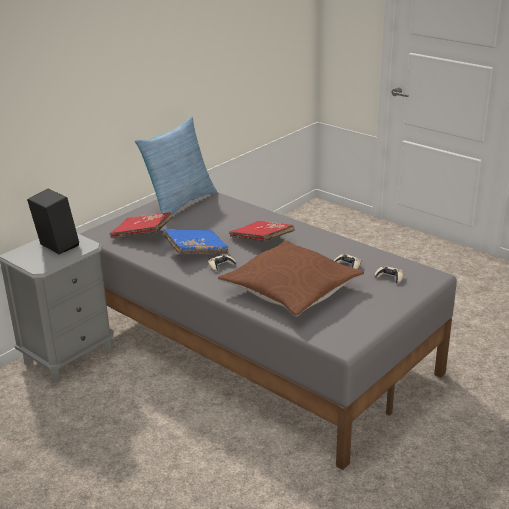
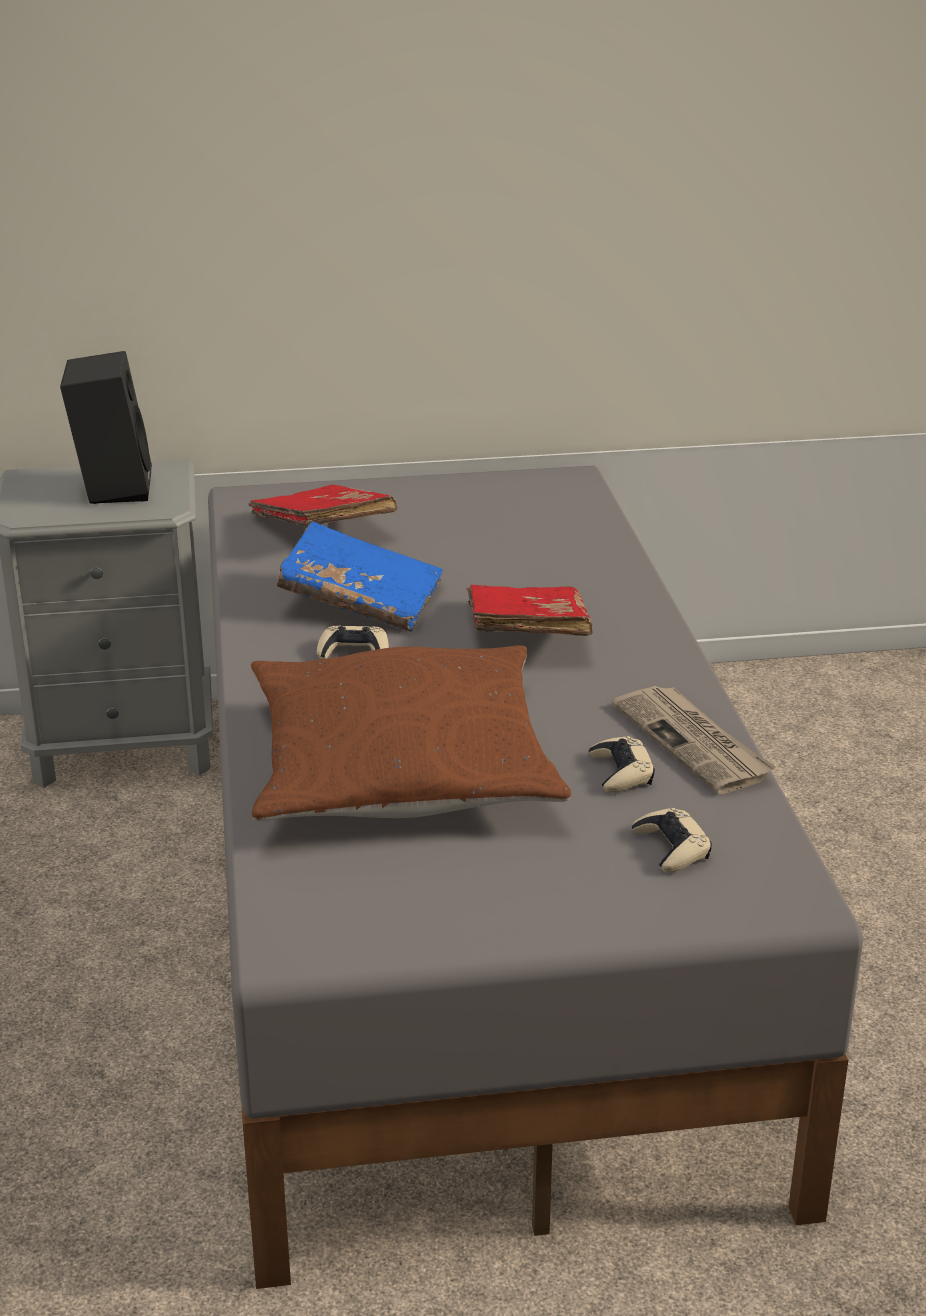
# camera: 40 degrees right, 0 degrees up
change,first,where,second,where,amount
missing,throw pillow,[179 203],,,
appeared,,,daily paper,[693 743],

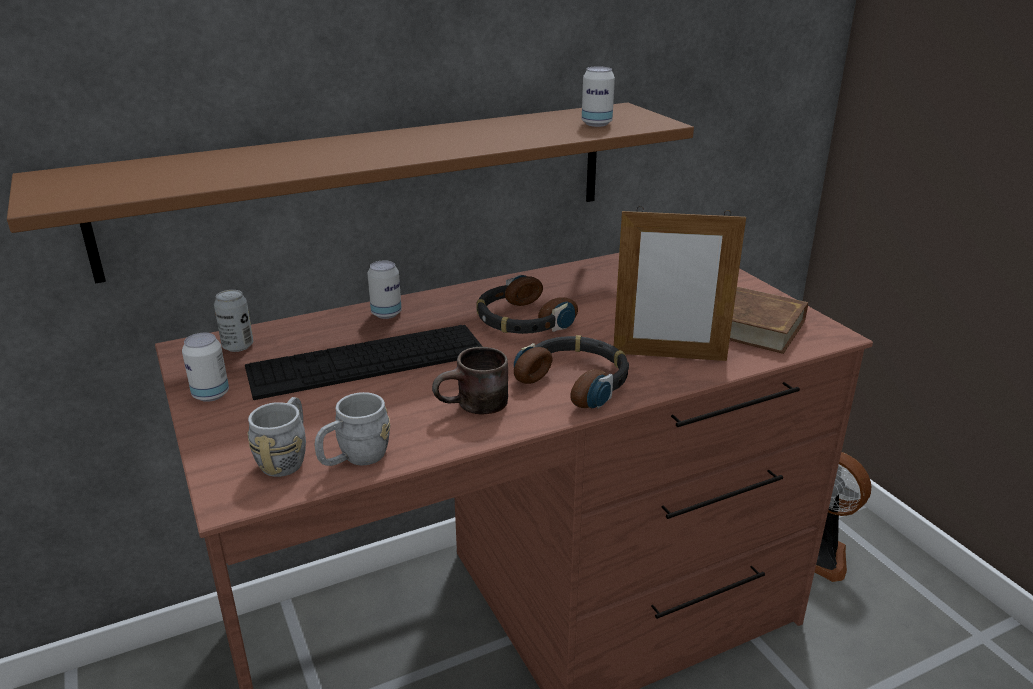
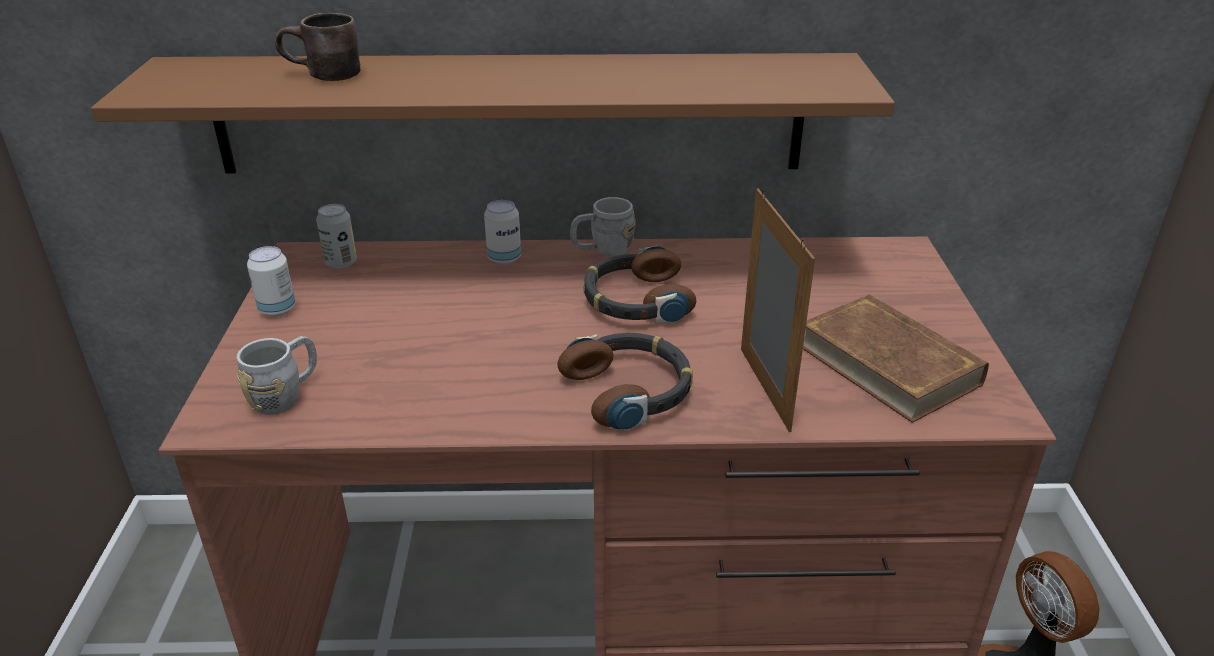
# camera: 25 degrees right, 5 degrees up
change,first,where,second,where,amount
missing,keyboard,[367 361],,,
relocated,mug (grey),[354 459],,[603 250],
relocated,mug (brownish),[475 409],,[323 76],
missing,can,[596 124],,,
spun,photo frame,[669 356],,[764 388],135 degrees counterclockwise

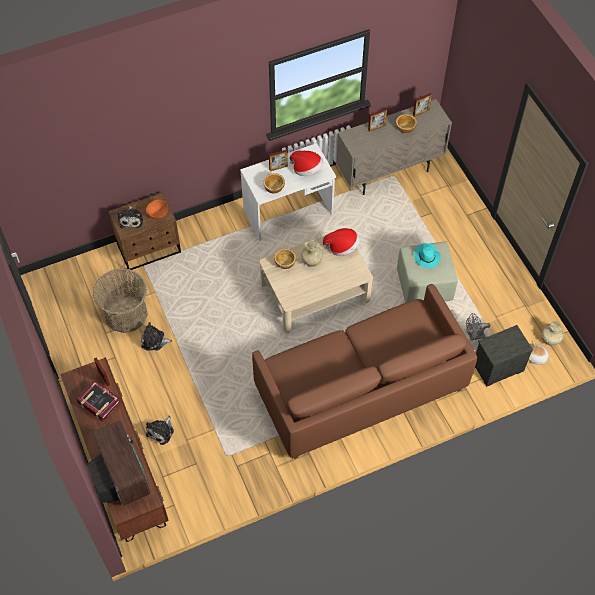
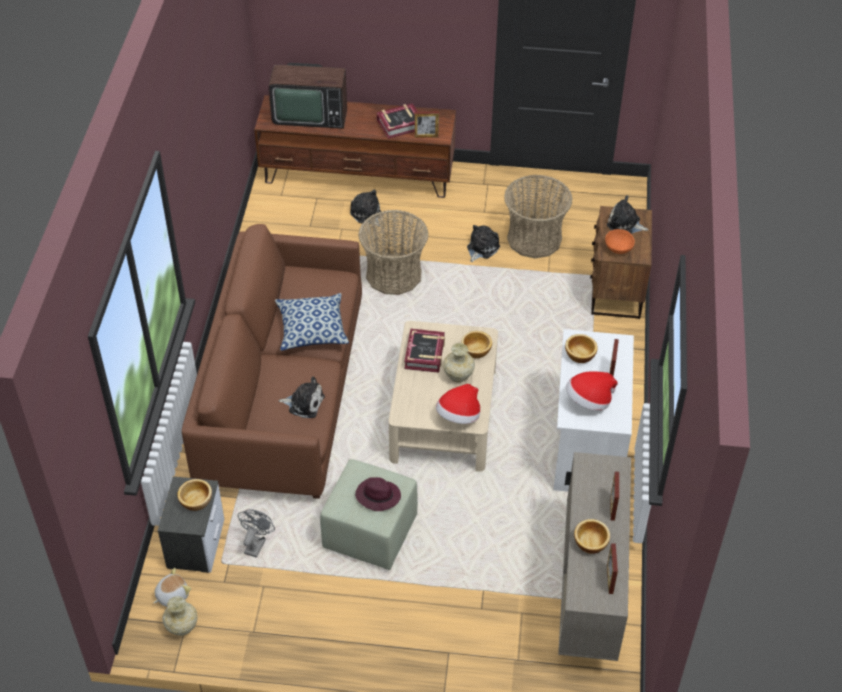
# camera: 120 degrees right, 10 degrees down
change,first,where,second,where,amount
colour,wearable hat (blue-green),[427 257],wearable hat (purple),[377 496],
appeared,,,deep dish,[196 500],
appeared,,,throw pillow,[311 329],
appeared,,,plush toy,[304 403],
appeared,,,household basket,[394 275],
appeared,,,bound book,[425 354],

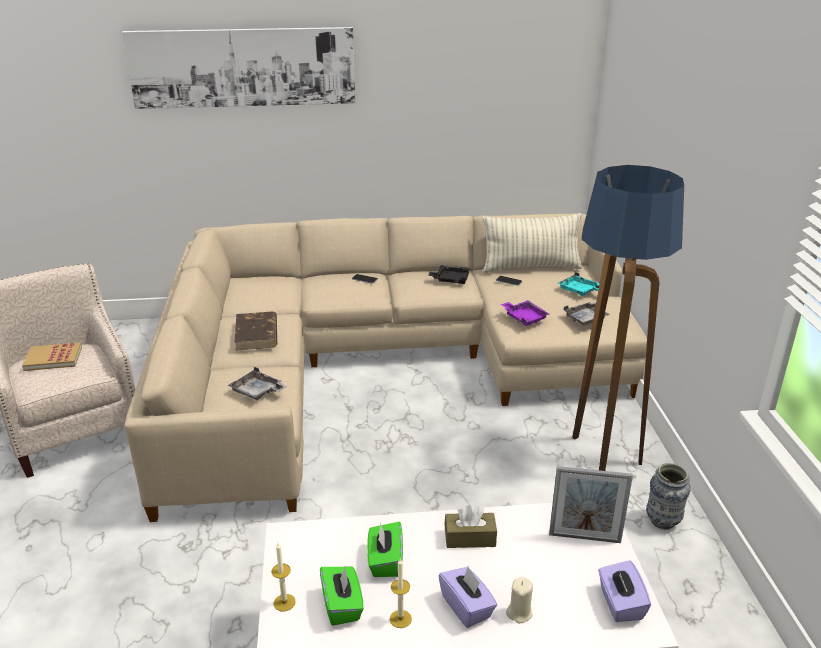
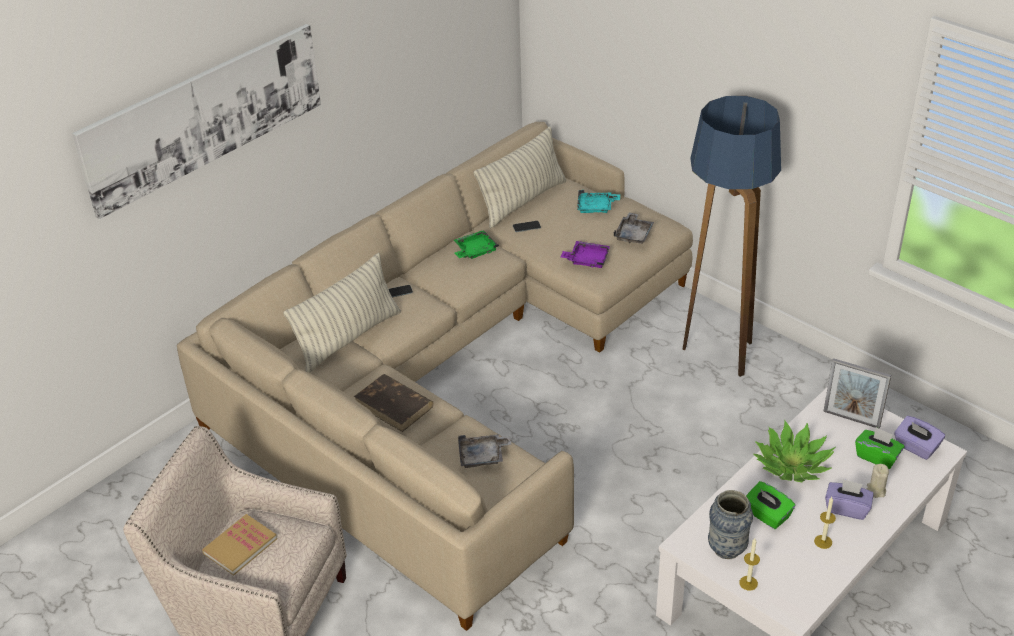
# camera: 40 degrees left, 10 degrees up
change,first,where,second,where,amount
relocated,box of tissues (green-coloured),[342 606],,[877 457],
colour,tray (black-coloured),[451 279],tray (green-coloured),[475 251],
exchanged,box of tissues (brownish),[470 538],potted plant,[792 465],
spun,photo frame,[584 538],,[851 419],60 degrees clockwise
relocated,vase,[662 521],,[727 549],
appeared,,,throw pillow,[348 338],

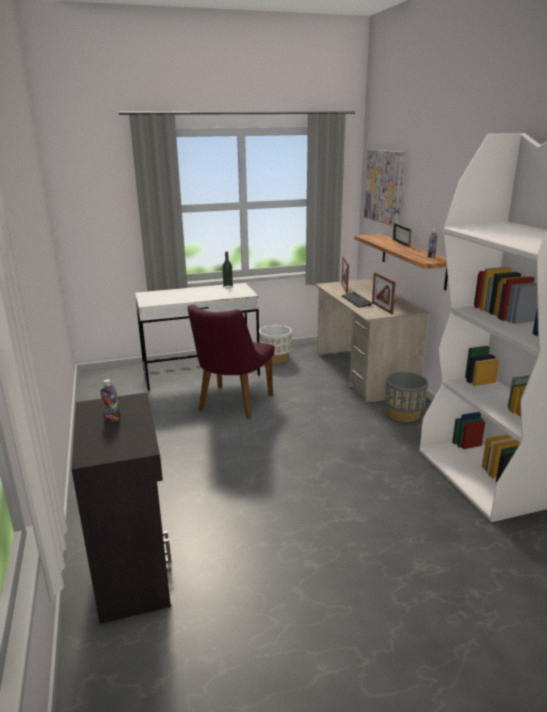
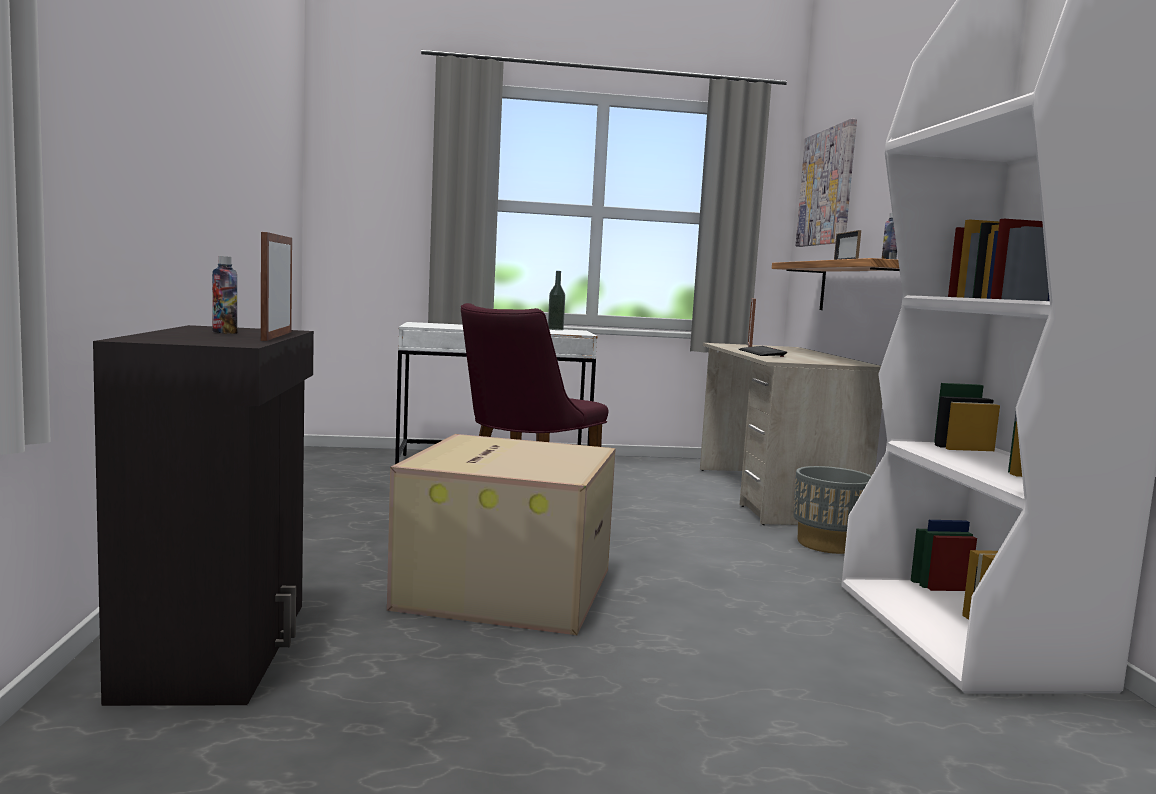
# camera: 10 degrees right, 15 degrees down
change,first,where,second,where,amount
missing,plant pot (whitish),[275 359],,,
relocated,photo frame,[382 308],,[277 336],
appeared,,,cardboard box,[504 587],

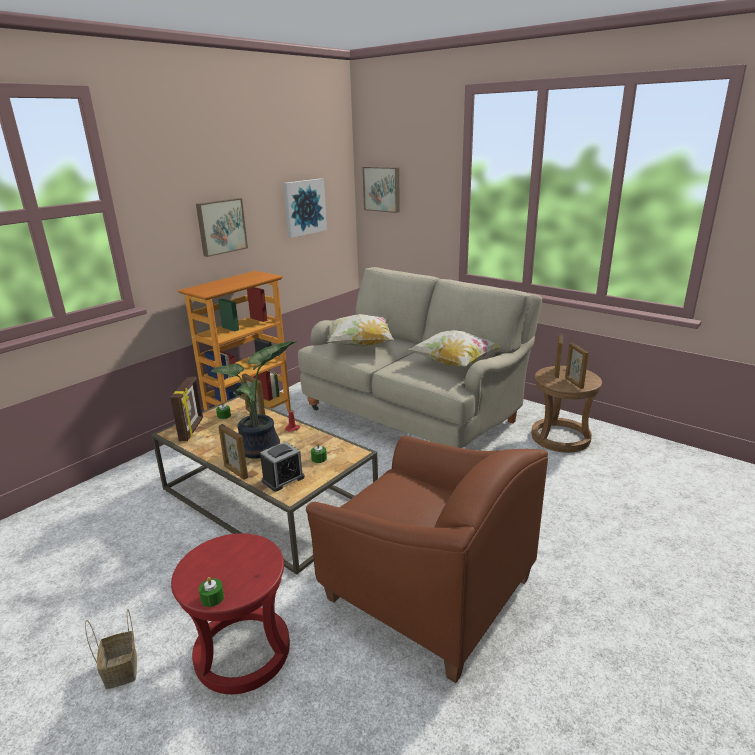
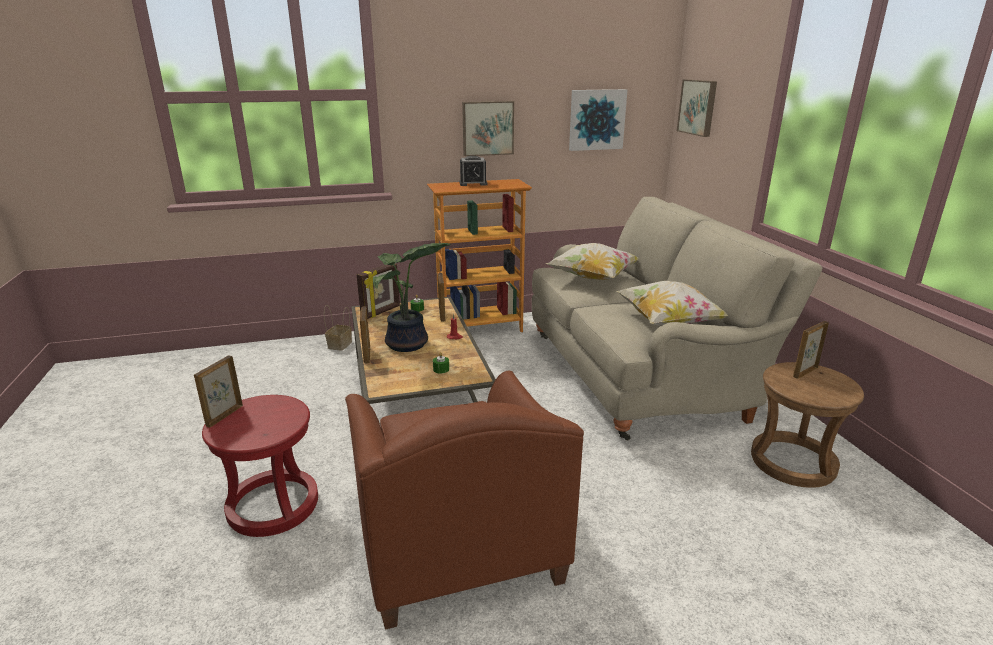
# camera: 35 degrees right, 0 degrees up
change,first,where,second,where,amount
relocated,household basket,[122 671],,[340 345],
missing,candle (green-coloured),[212 598],,,
relocated,table clock,[283 479],,[473 183],
relocated,photo frame,[573 383],,[224 416],

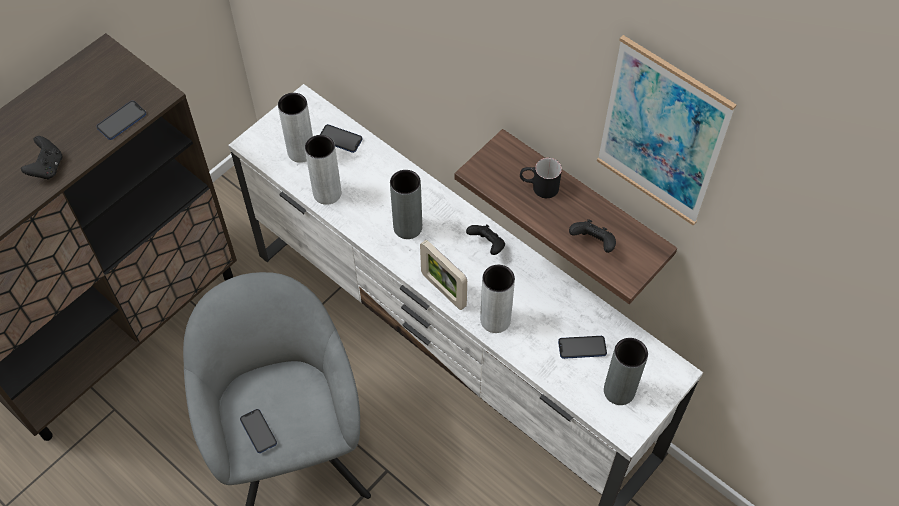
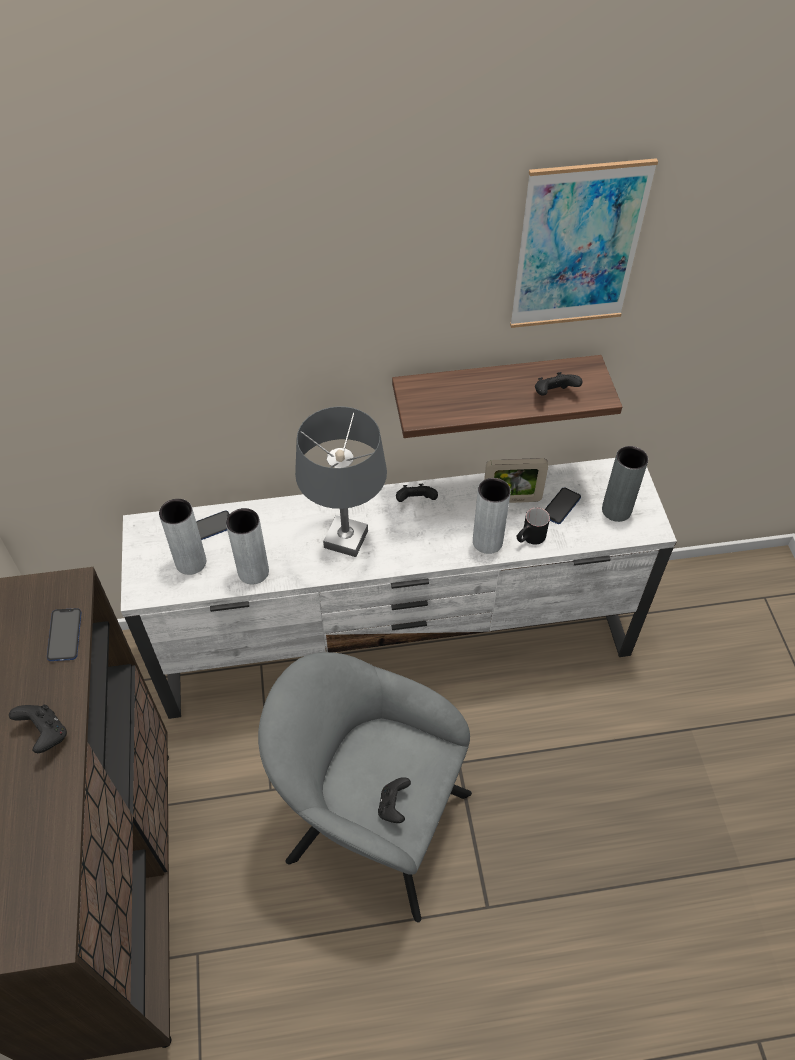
# camera: 50 degrees left, 5 degrees down
change,first,where,second,where,amount
exchanged,telephone,[258 431],joypad (black-coloured),[393 806],
exchanged,vase (grey),[407 227],tabletop lamp (grey),[346 540],
relocated,photo frame,[443 290],,[511 500],
relocated,mug (black-coloured),[538 187],,[529 538],

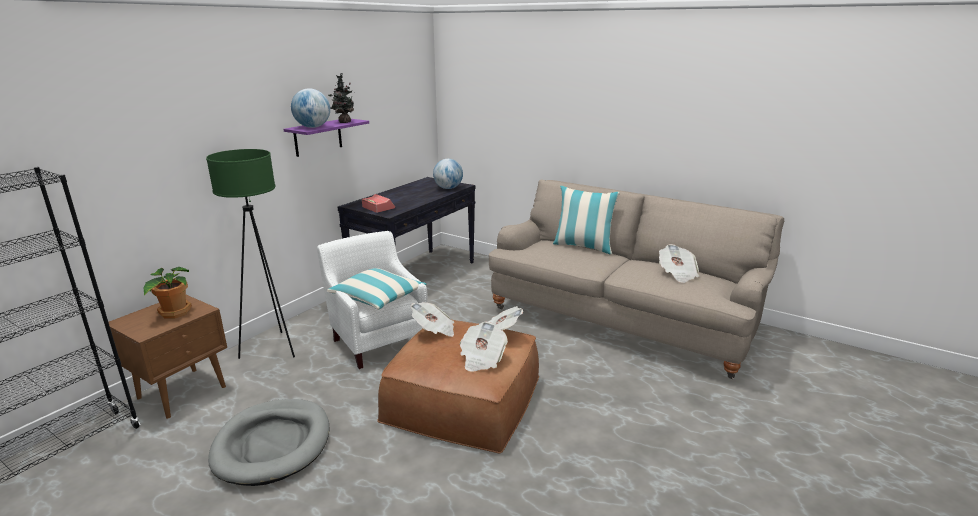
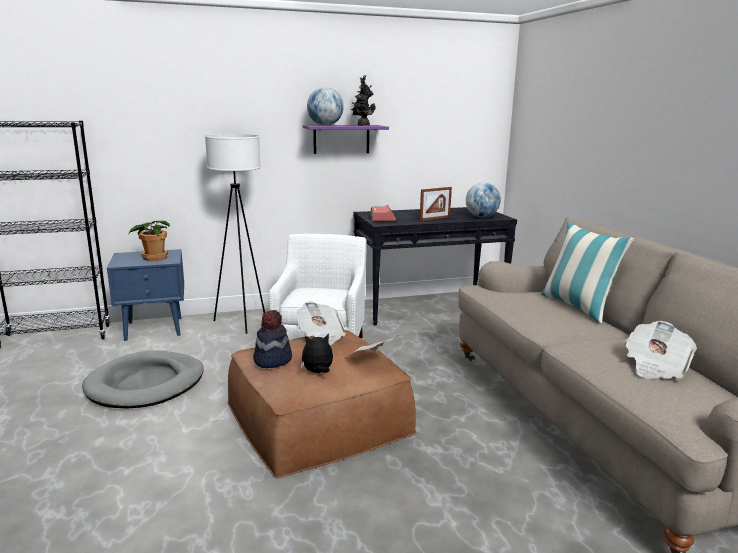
# camera: 40 degrees right, 5 degrees down
change,first,where,second,where,amount
colour,bedside table (brownish),[183 392],bedside table (bluish),[155 329],
colour,standing lamp (green-coloured),[272 348],standing lamp (whitish),[242 322],
missing,throw pillow,[378 297],,,
exchanged,daily paper,[482 358],plush toy,[317 372],
appeared,,,wearable hat,[272 360],
appeared,,,photo frame,[435 218],

